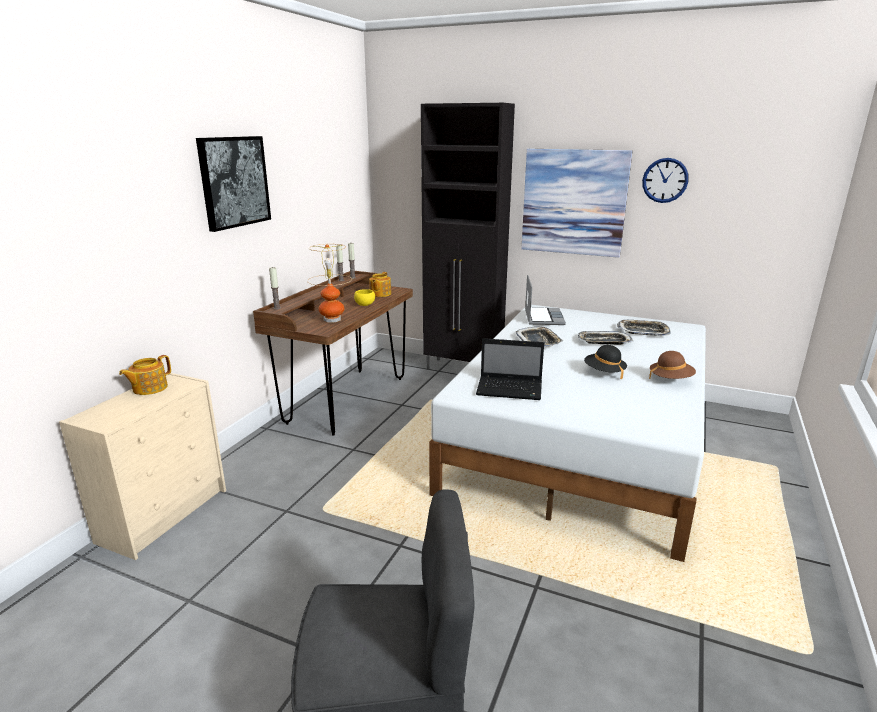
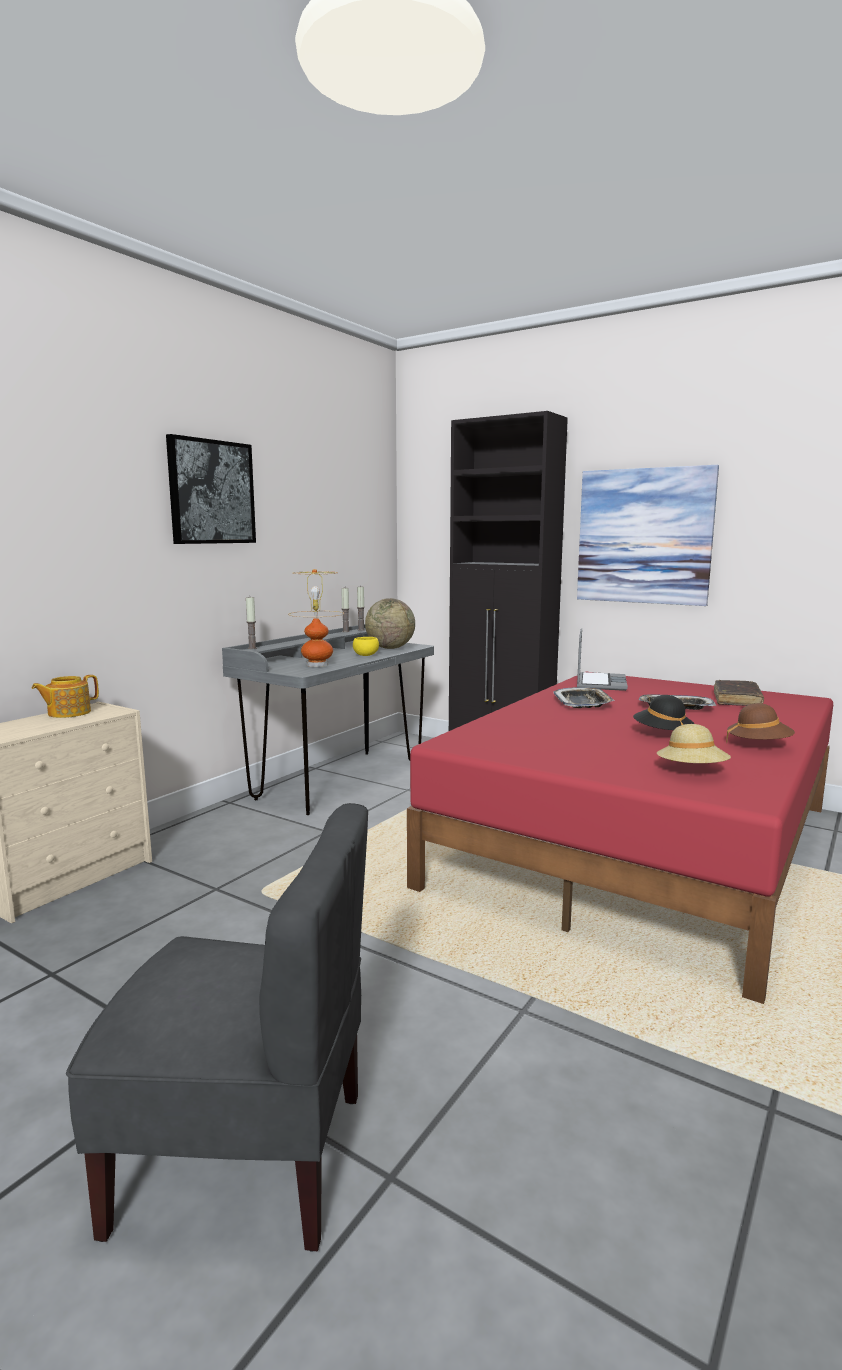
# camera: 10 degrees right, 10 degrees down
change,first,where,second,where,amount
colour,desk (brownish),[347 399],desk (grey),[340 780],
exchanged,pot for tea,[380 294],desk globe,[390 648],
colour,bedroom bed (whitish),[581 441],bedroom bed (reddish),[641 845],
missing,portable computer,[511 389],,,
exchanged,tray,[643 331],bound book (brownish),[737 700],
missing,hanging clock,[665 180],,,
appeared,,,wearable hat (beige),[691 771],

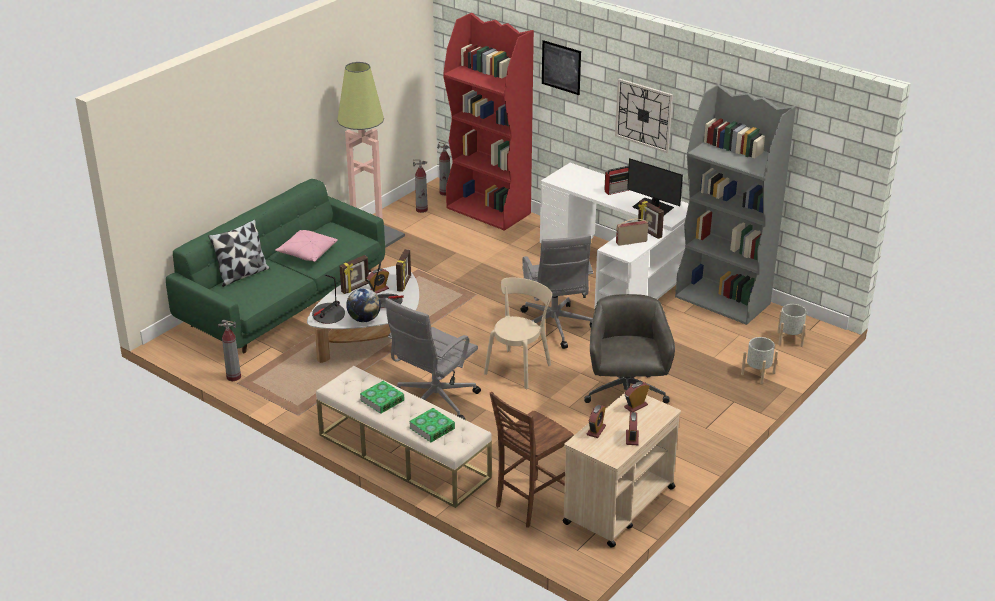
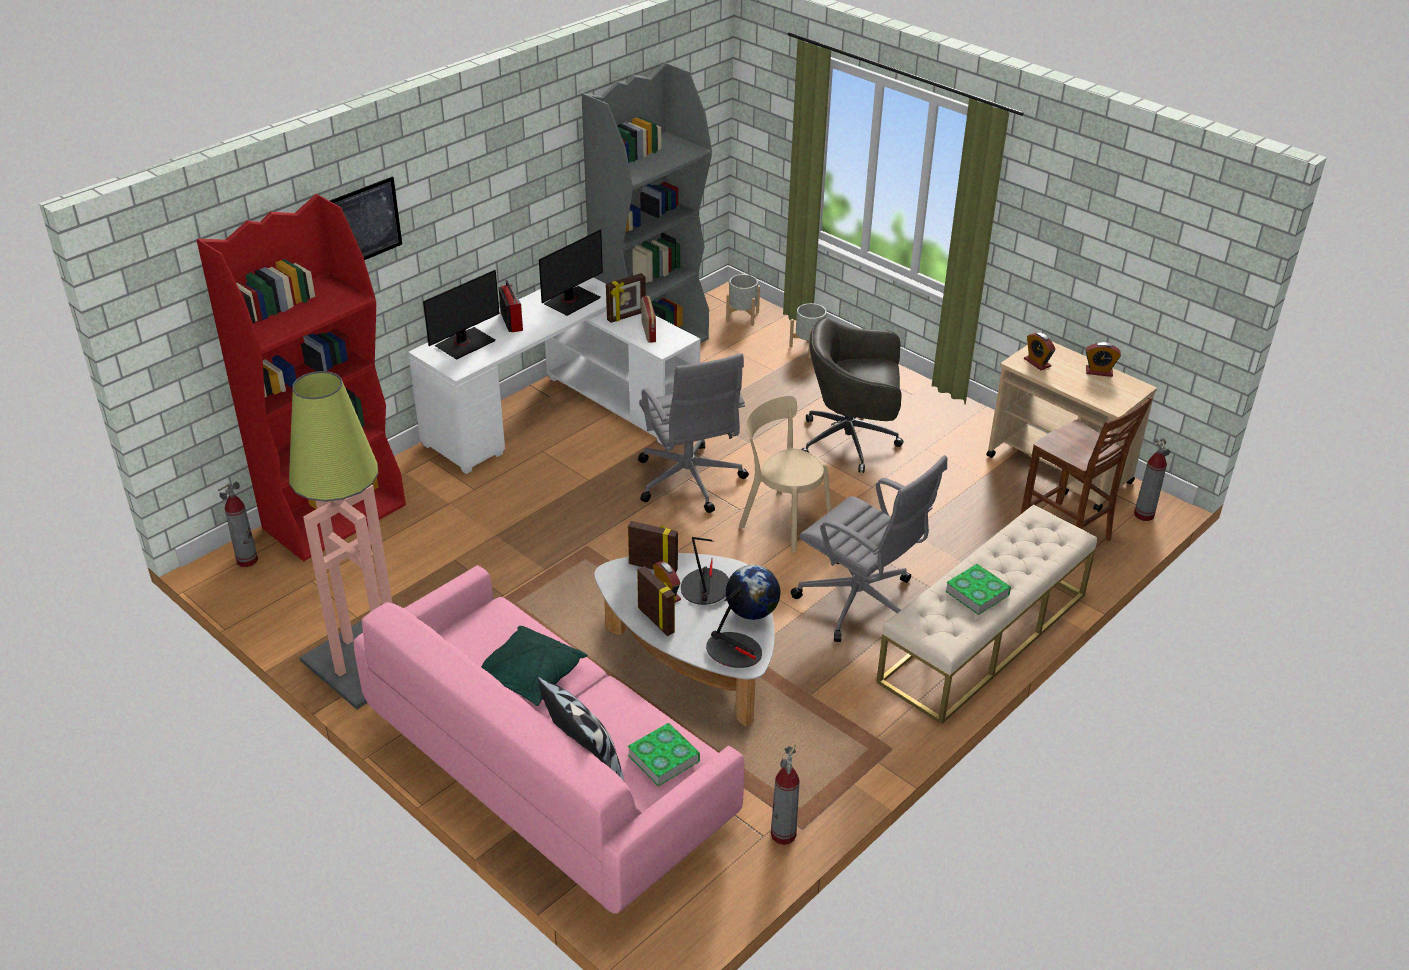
# camera: 85 degrees left, 5 degrees up
change,first,where,second,where,amount
colour,sofa (green-coloured),[285 300],sofa (pink),[548 770],
colour,throw pillow (pink),[307 253],throw pillow (green-coloured),[530 676],
relocated,bound book,[432 428],,[663 758],
relocated,fire-fighting cylinder,[422 209],,[1143 514],
spun,computer chair (grey),[554 328],,[689 482],75 degrees clockwise
missing,table clock,[596 430],,,
missing,hanging clock,[644 115],,,
appeared,,,computer display,[464 343],

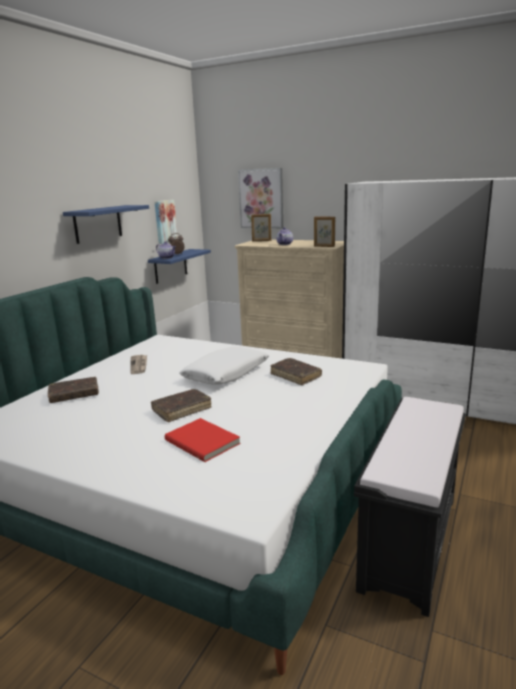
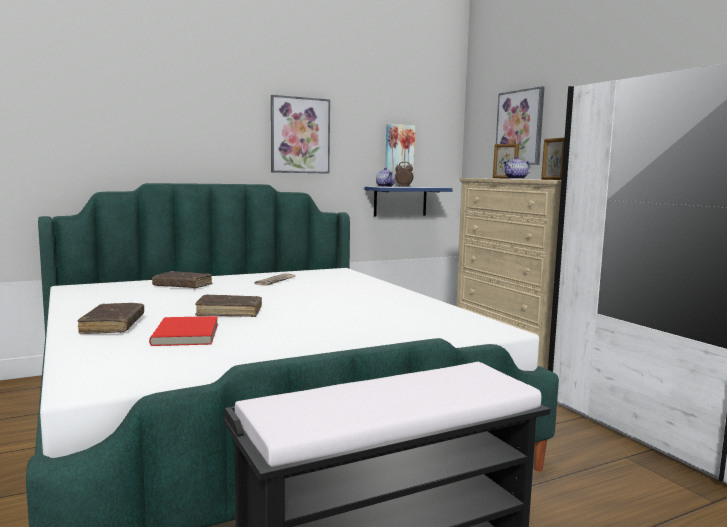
# camera: 35 degrees right, 10 degrees down
change,first,where,second,where,amount
exchanged,bracket shelf (bluish),[98 224],wall art,[300 135],
missing,throw pillow (whitish),[226 374],,,
relocated,bound book (brownish),[295 376],,[113 326],

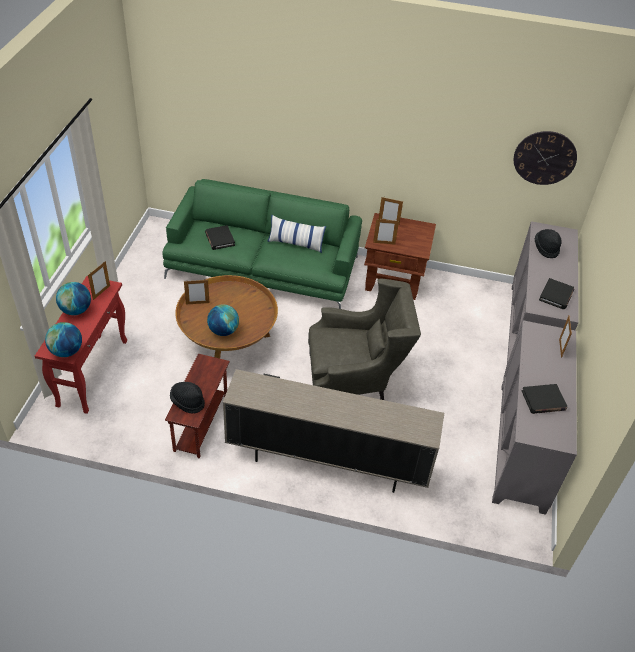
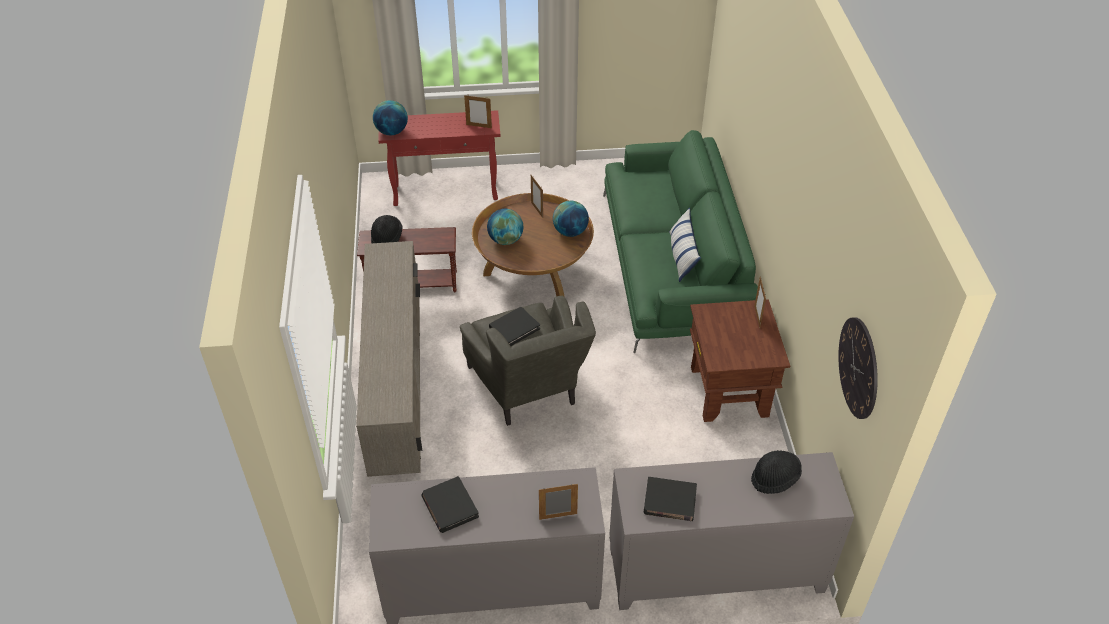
# camera: 75 degrees right, 0 degrees up
change,first,where,second,where,amount
relocated,desk globe,[76 310],,[570 232],
relocated,bound book (black-coloured),[219 239],,[514 328],
missing,photo frame,[384 243],,,

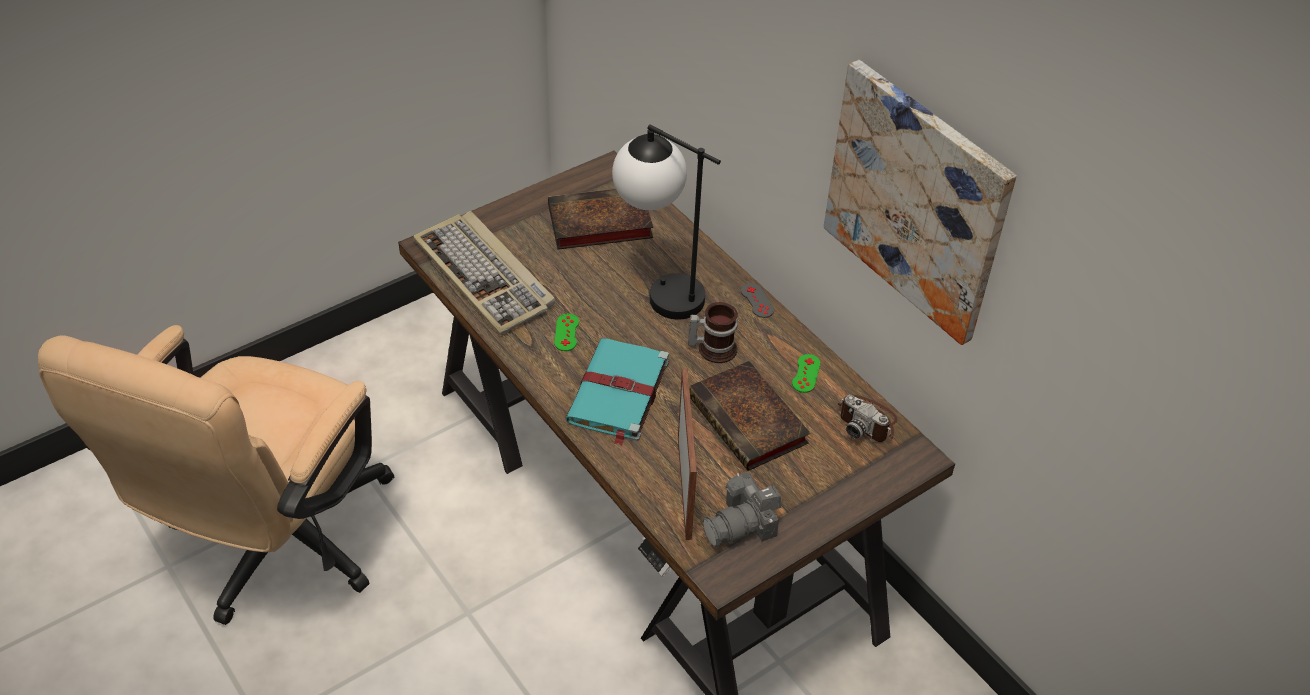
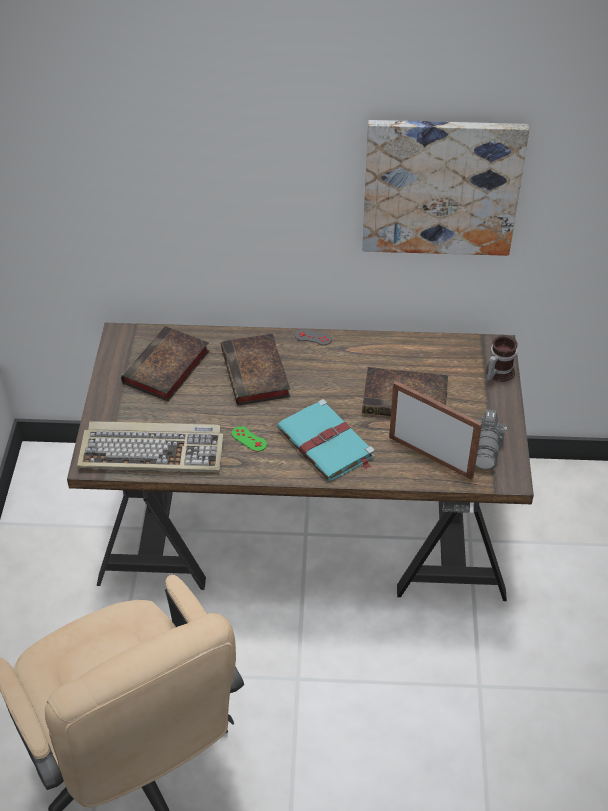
# camera: 50 degrees left, 0 degrees up
change,first,where,second,where,amount
exchanged,tabletop lamp,[658 289],bound book,[256 375],
relocated,mug,[713 347],,[497 372],
missing,joypad (green-coloured),[806 373],,,
missing,photo camera,[867 421],,,

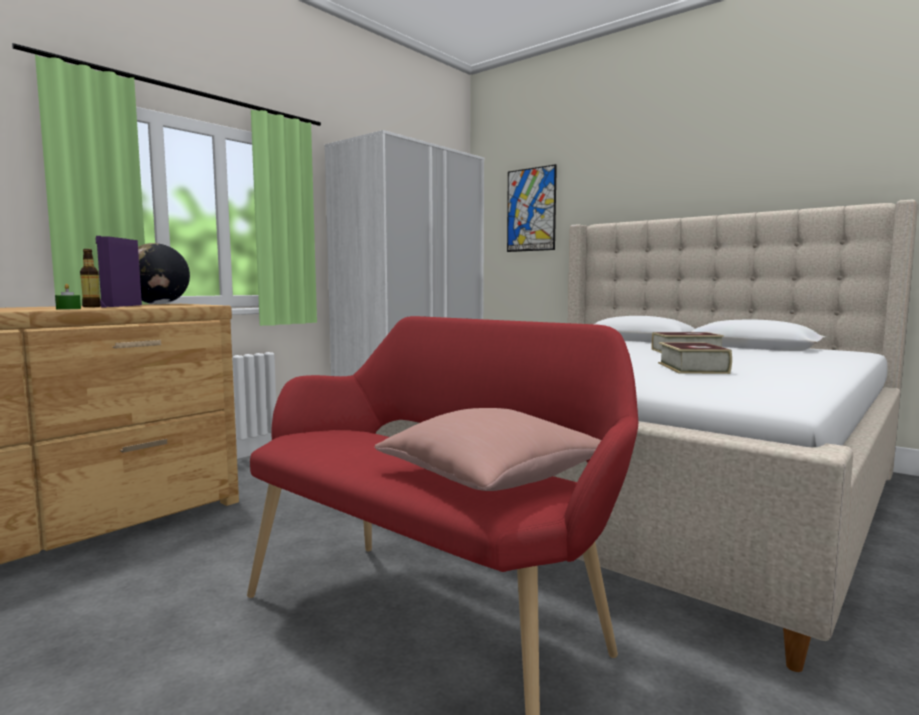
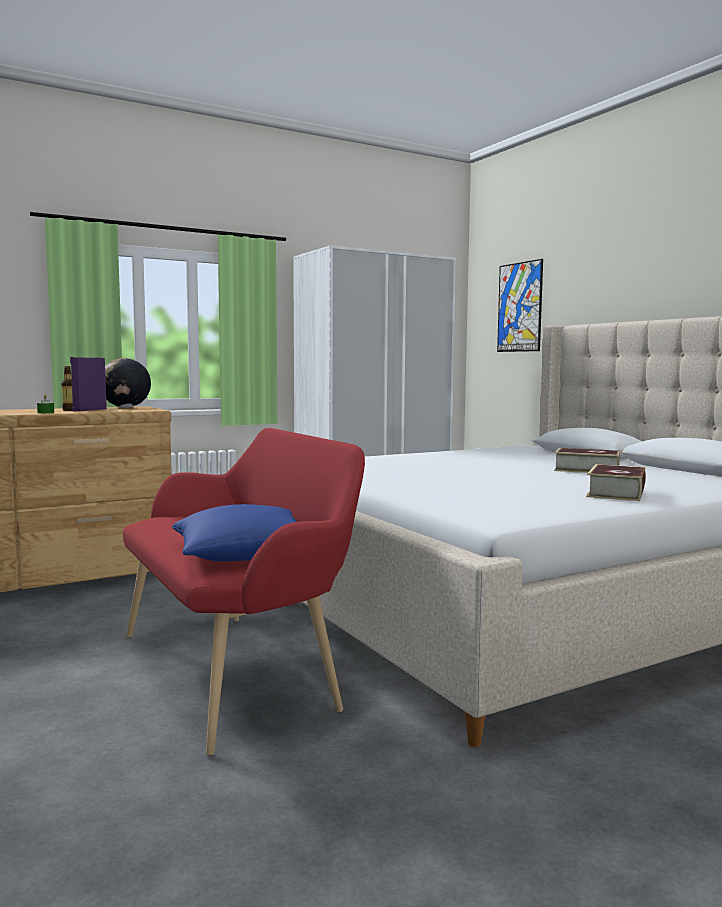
# camera: 20 degrees right, 0 degrees up
change,first,where,second,where,amount
colour,throw pillow (pink),[493 477],throw pillow (bluish),[243 555],
relocated,bound book,[692 368],,[616 493],

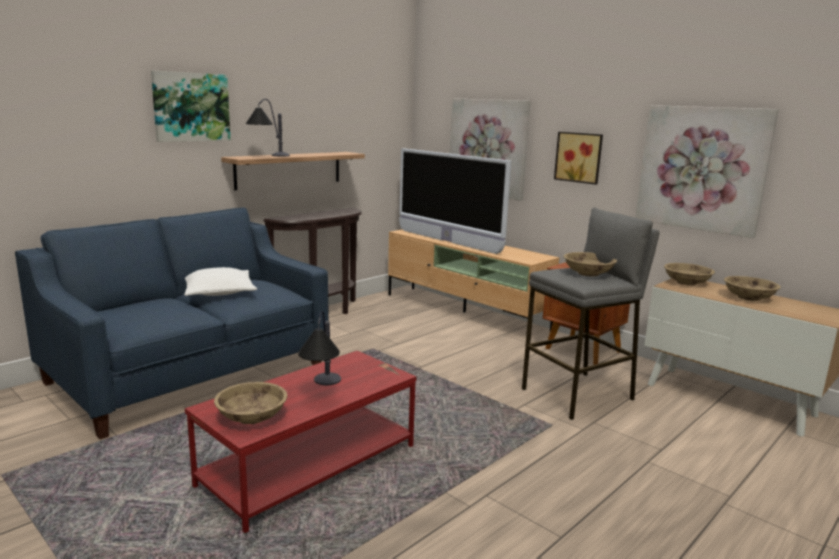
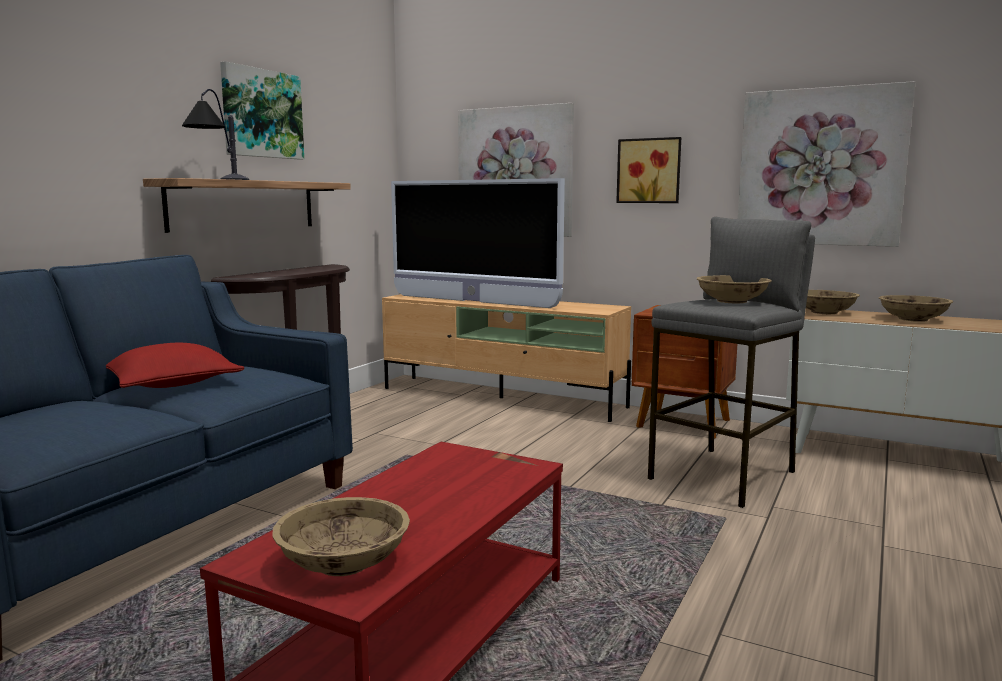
# camera: 15 degrees left, 5 degrees down
change,first,where,second,where,amount
relocated,wall art,[191 107],,[261 114],
colour,throw pillow (whitish),[219 292],throw pillow (reddish),[172 383],
missing,tabletop lamp,[322 391],,,

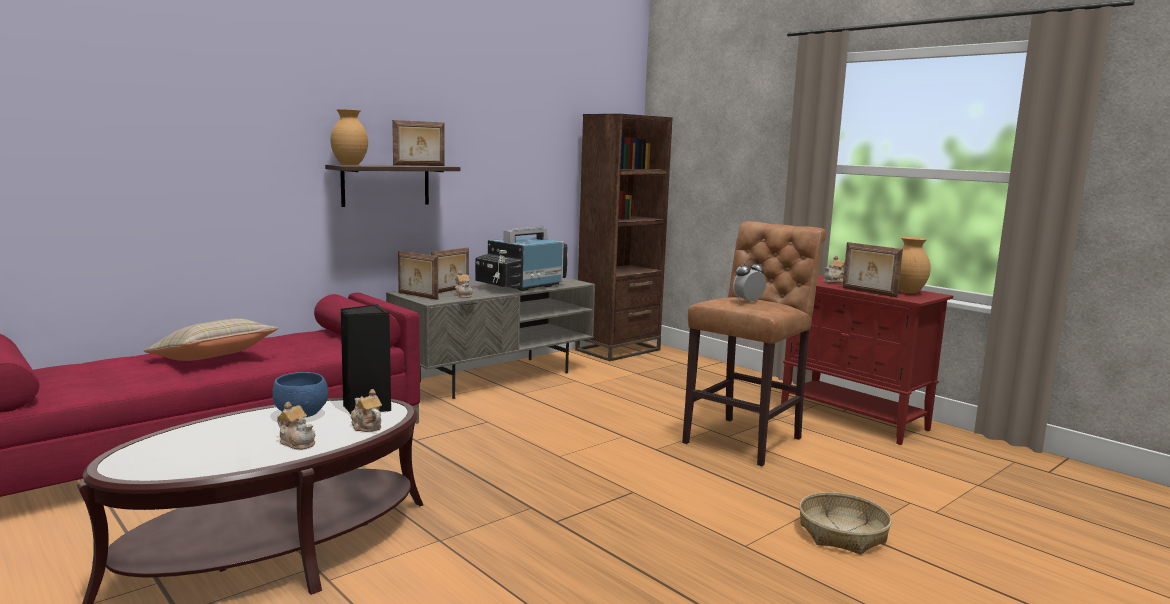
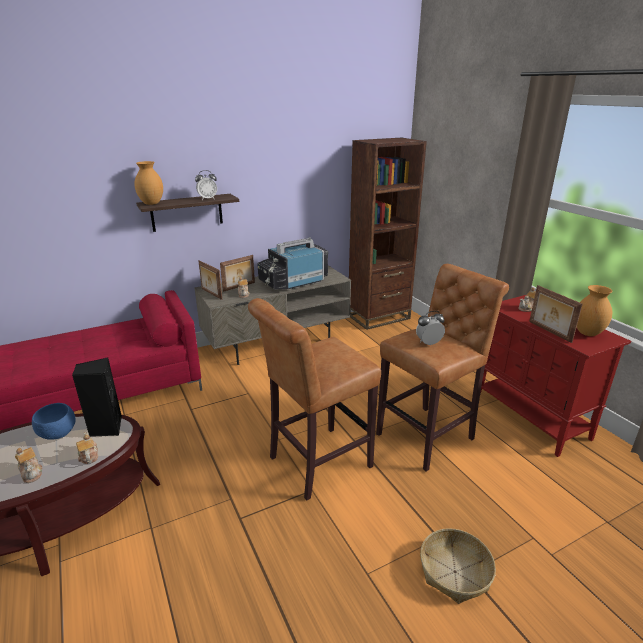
# camera: 15 degrees right, 15 degrees up
change,first,where,second,where,amount
missing,throw pillow (beige),[213 359],,,
exchanged,photo frame,[419 165],table clock,[207 199],
appeared,,,stool seat (brownish),[315 464],

